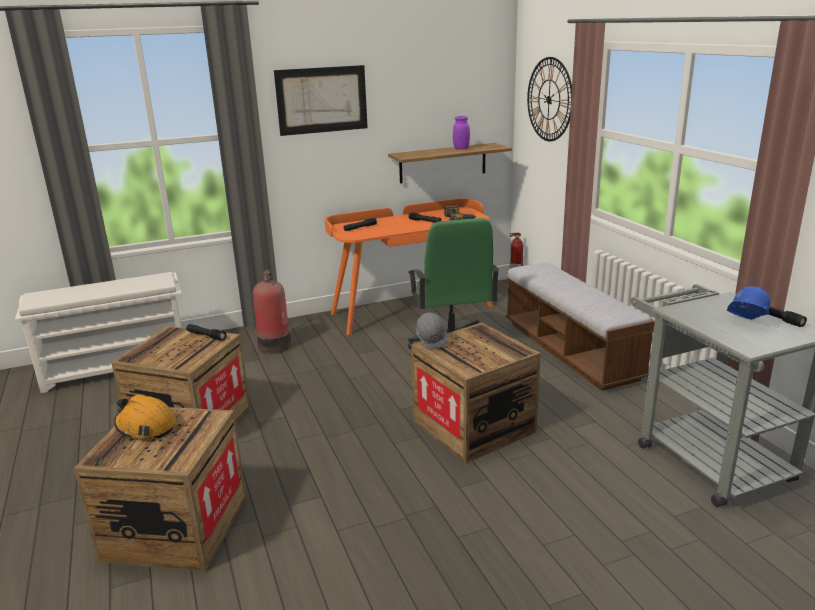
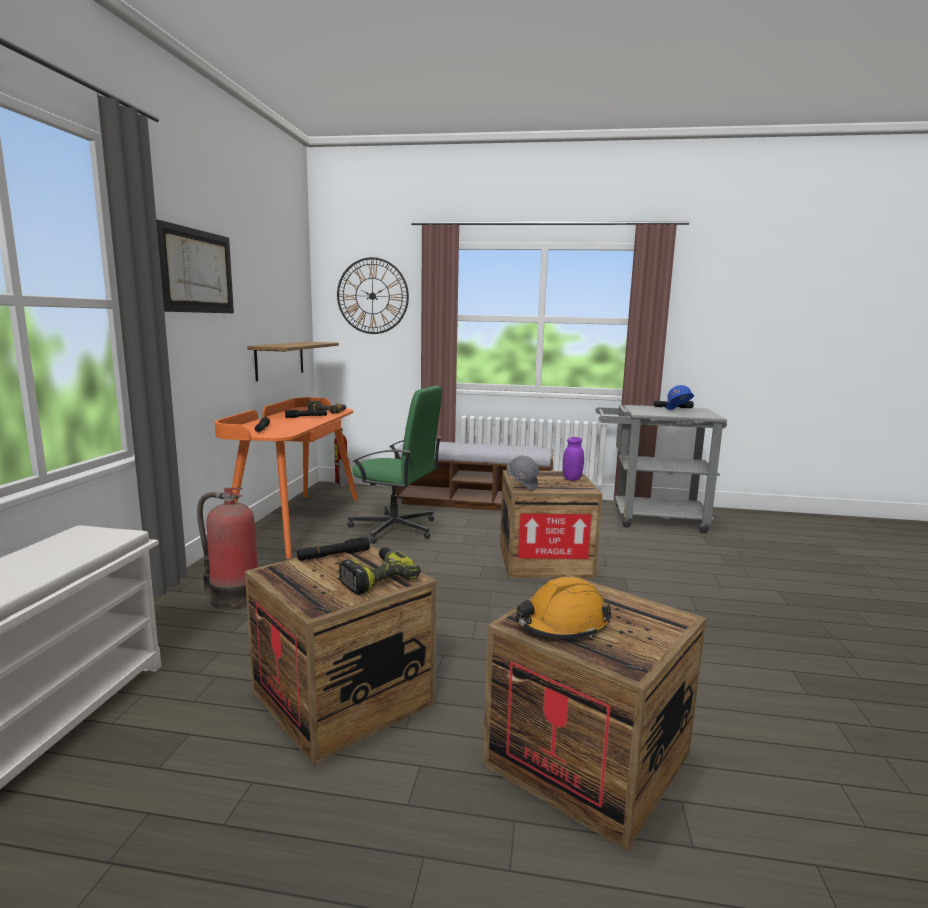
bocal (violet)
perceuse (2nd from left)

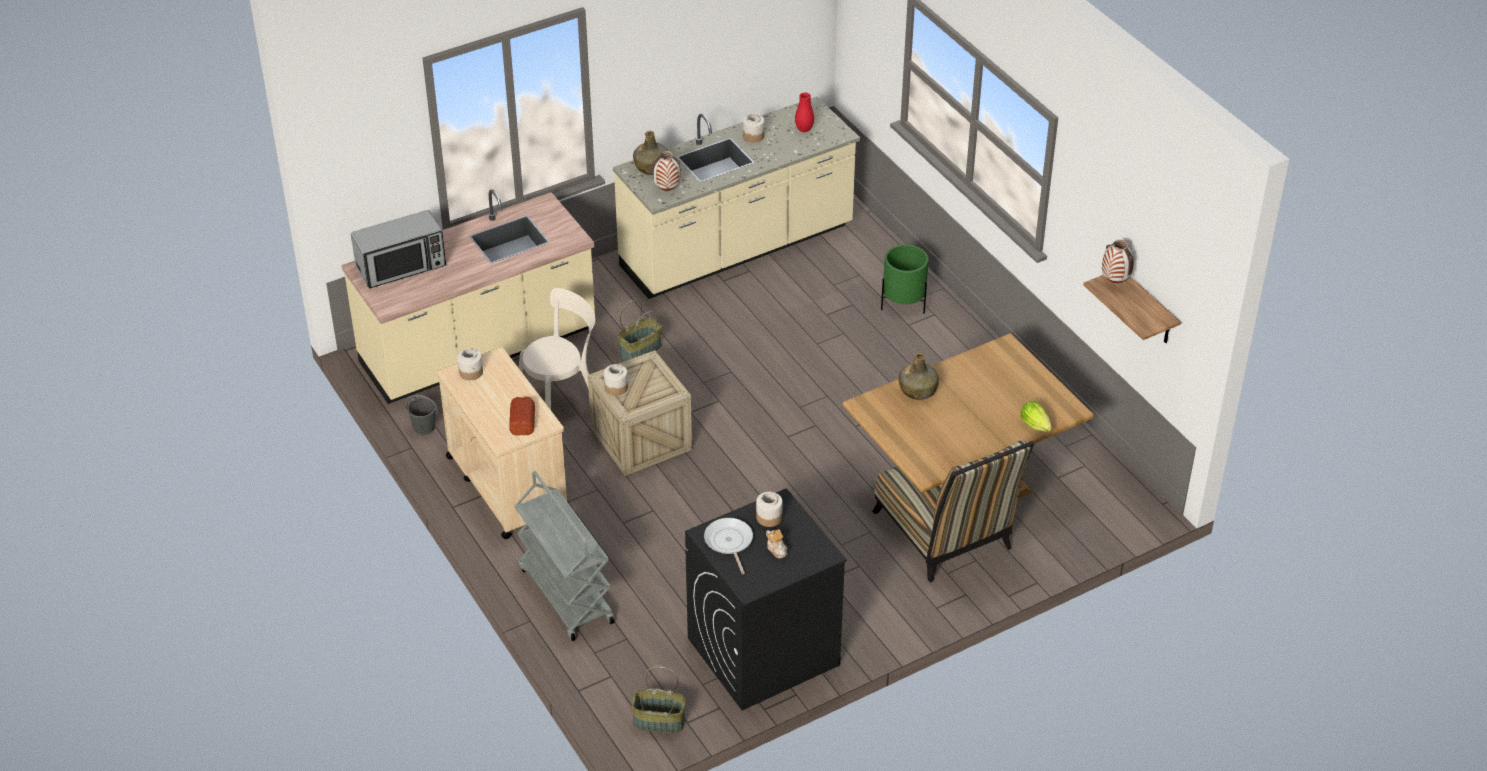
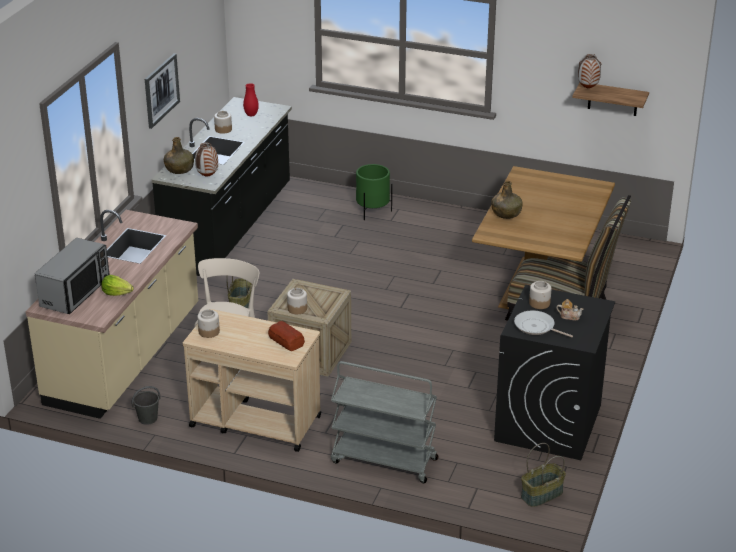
comptoir de cuisine (noir)
laitue
tableau

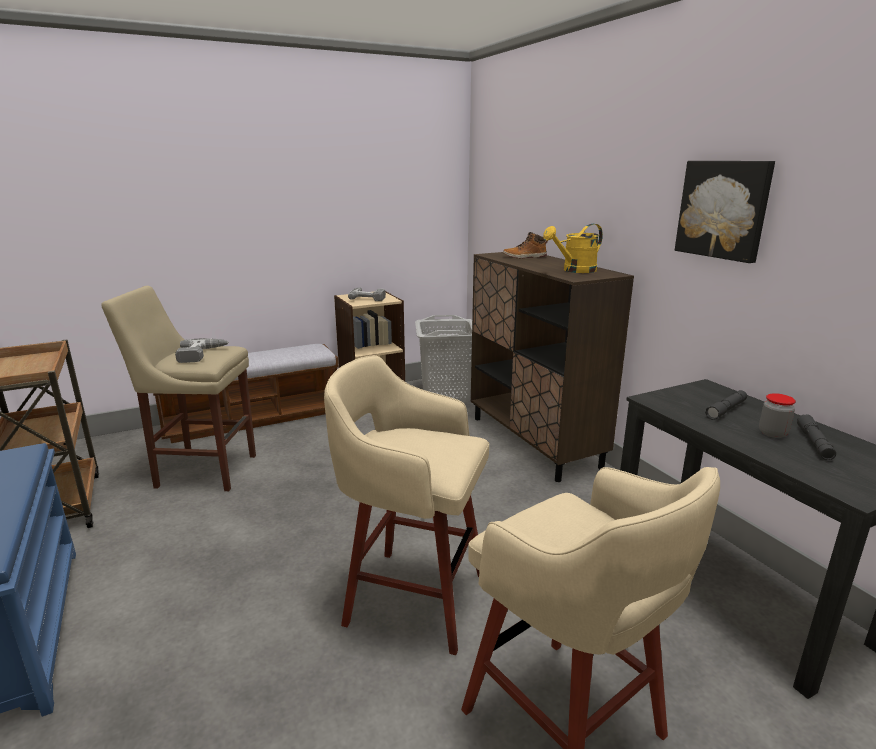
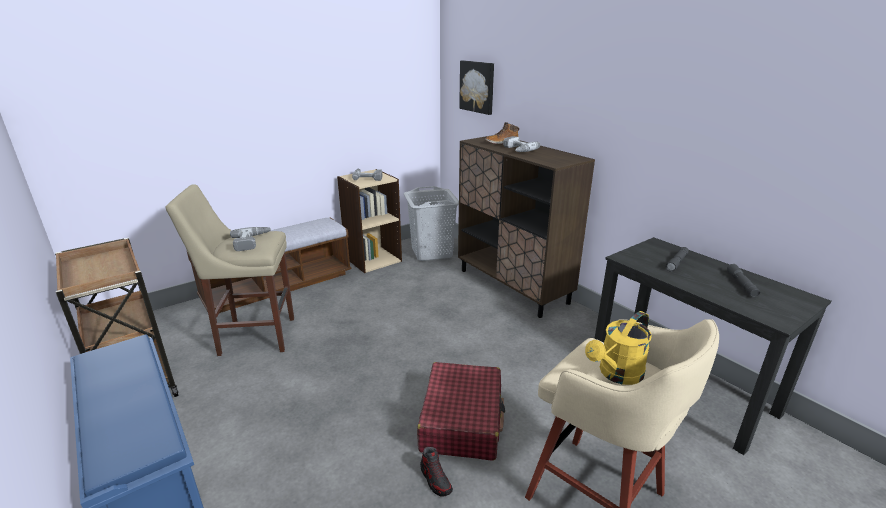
tableau
arrosoir (jaune)
valise (rouge)
bocal
perceuse (3rd from left)
chaussure

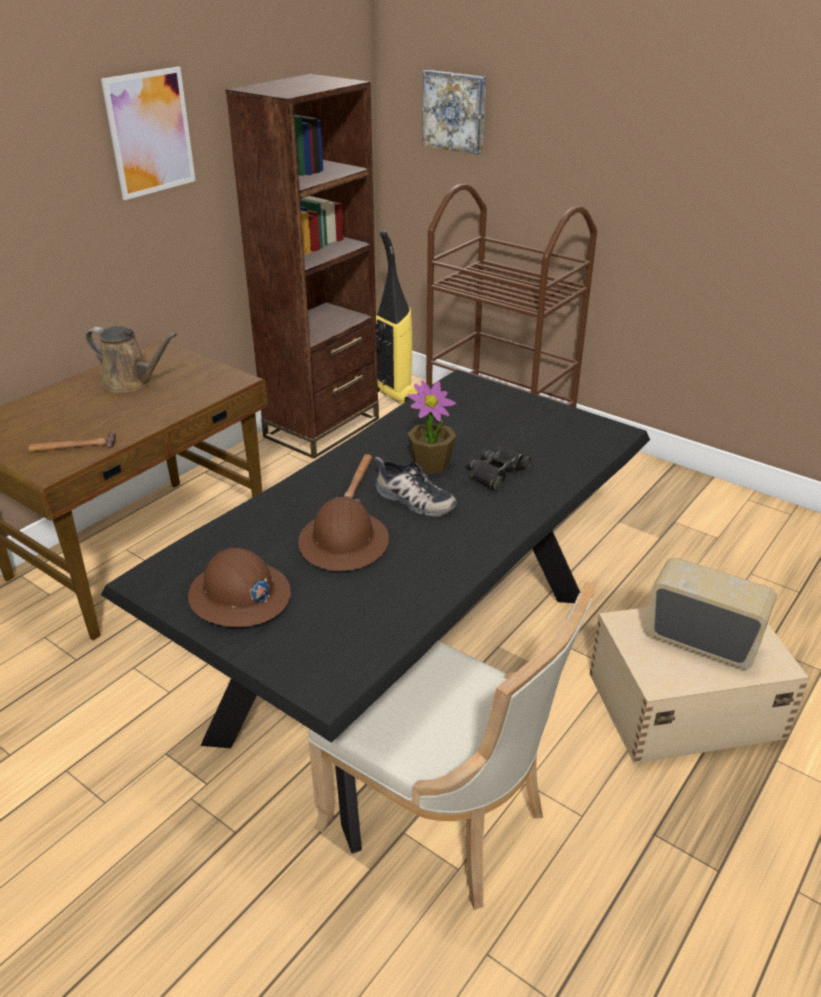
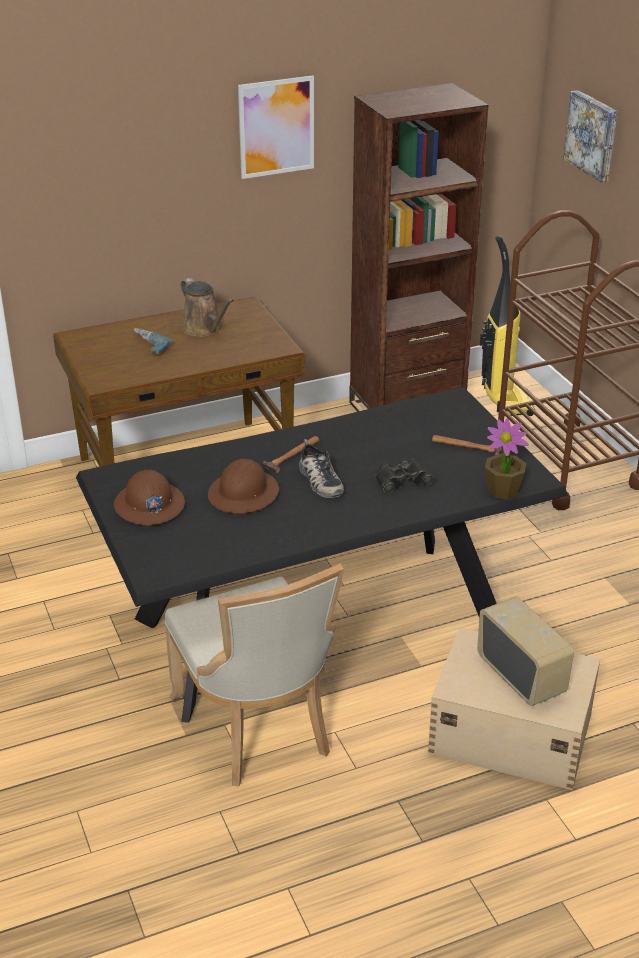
plante en pot
marteau (2nd from left)
perceuse

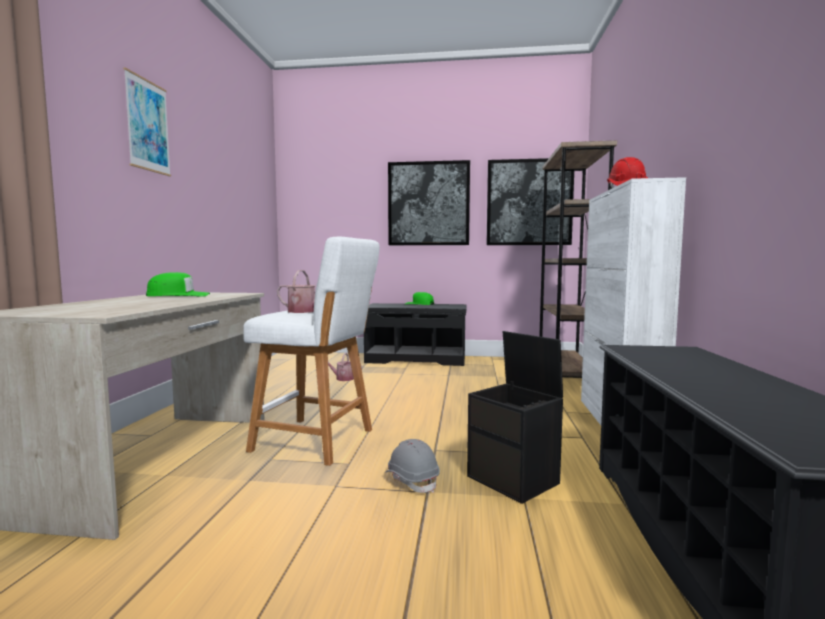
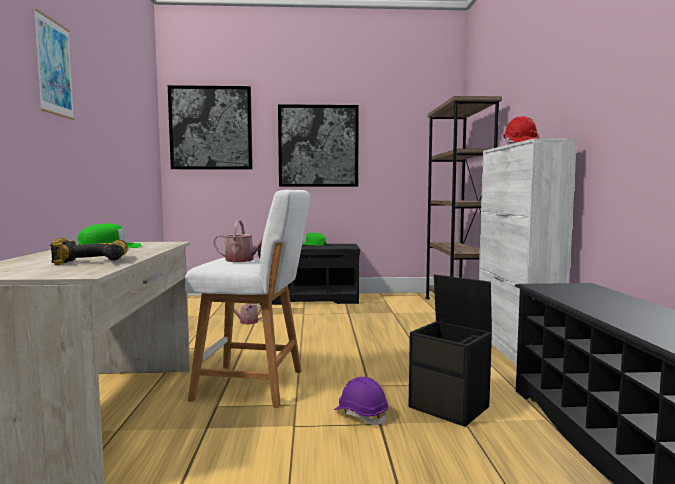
tableau (2nd from left)
casque de chantier (violet)
perceuse

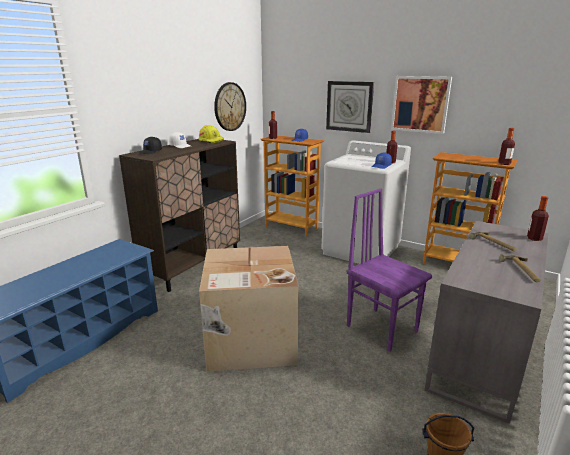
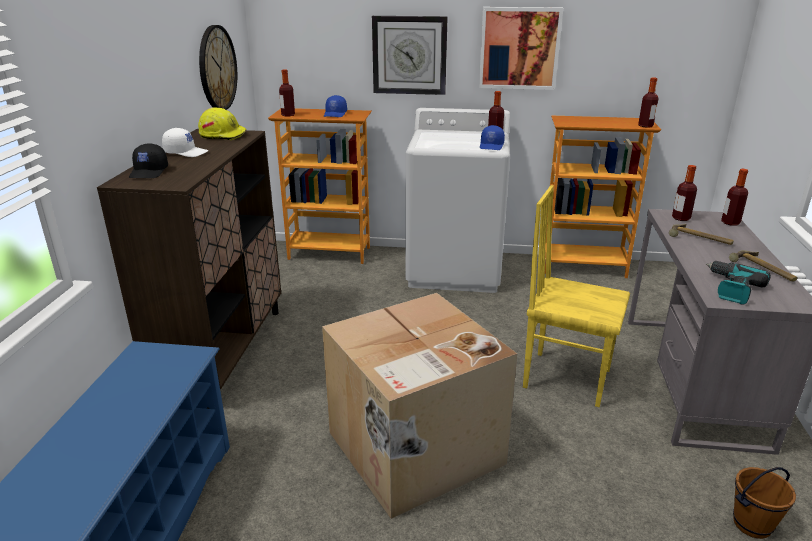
chaise (jaune)
bouteille (4th from left)
perceuse

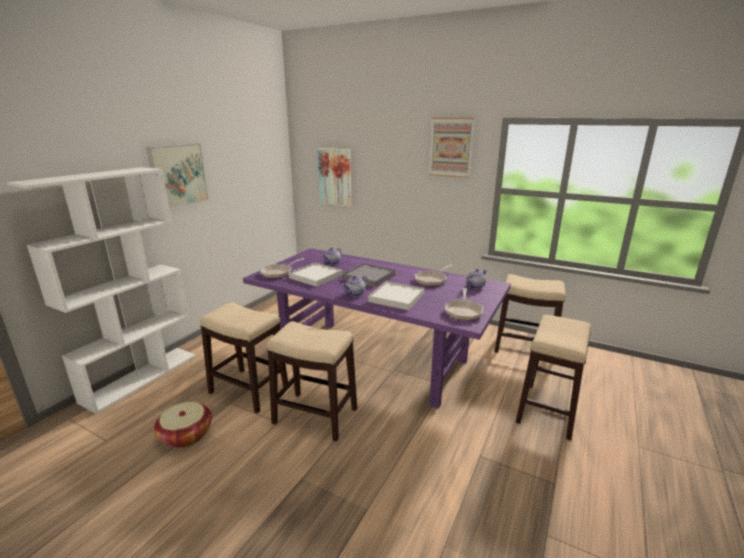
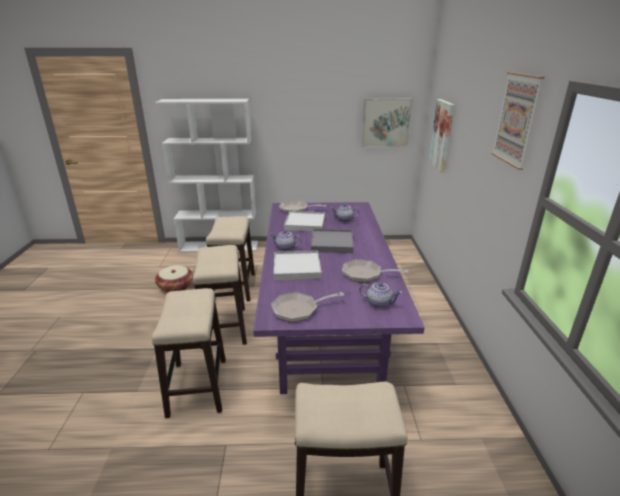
tableau (1st from left)
tabouret (1st from left)

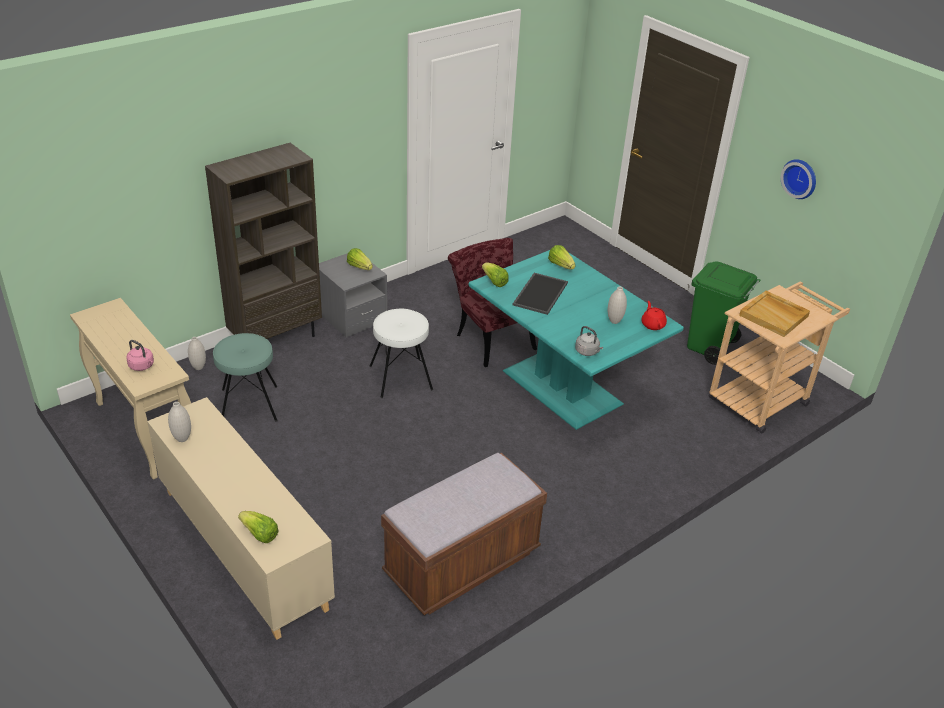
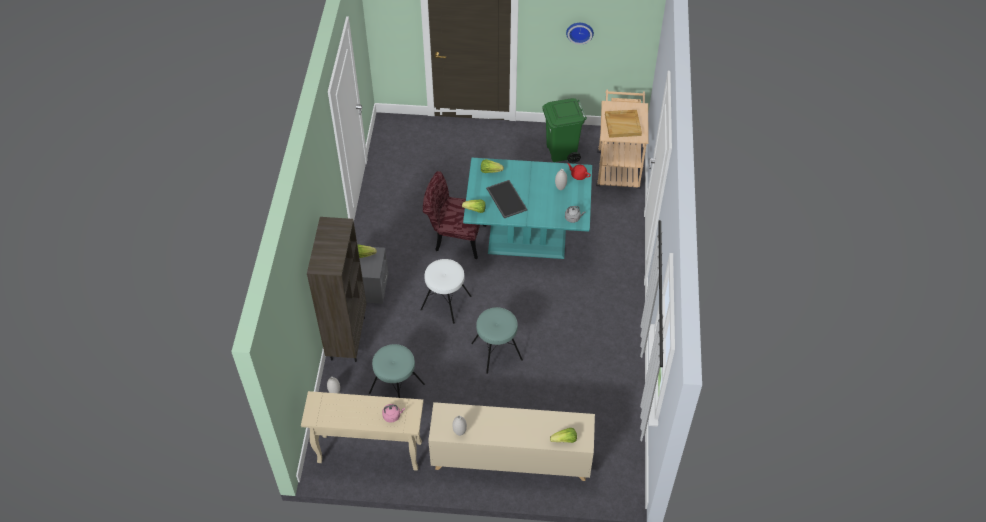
banc (marron)
tabouret (turquoise) (2nd from left)

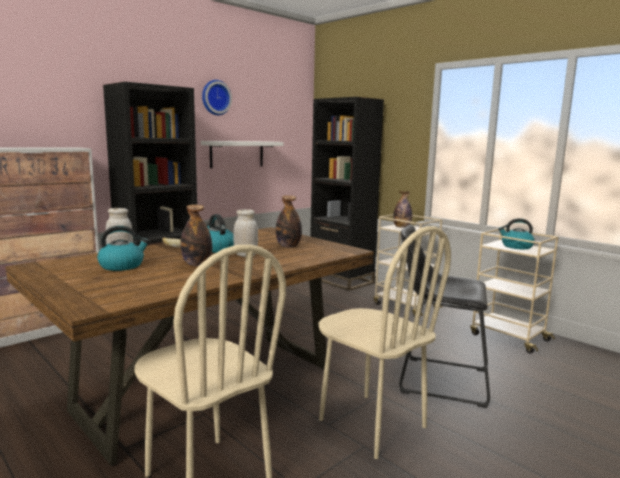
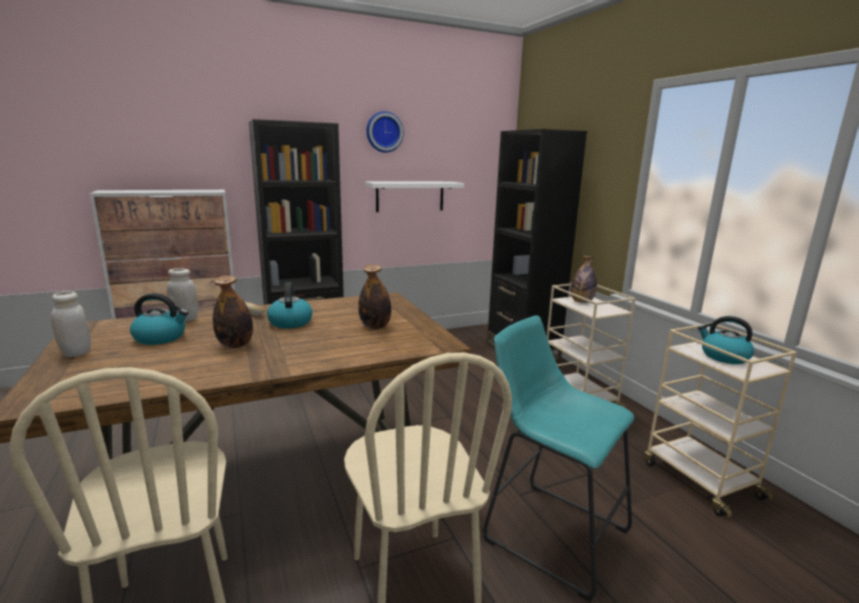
bocal (blanc) (1st from left)
tabouret (turquoise)

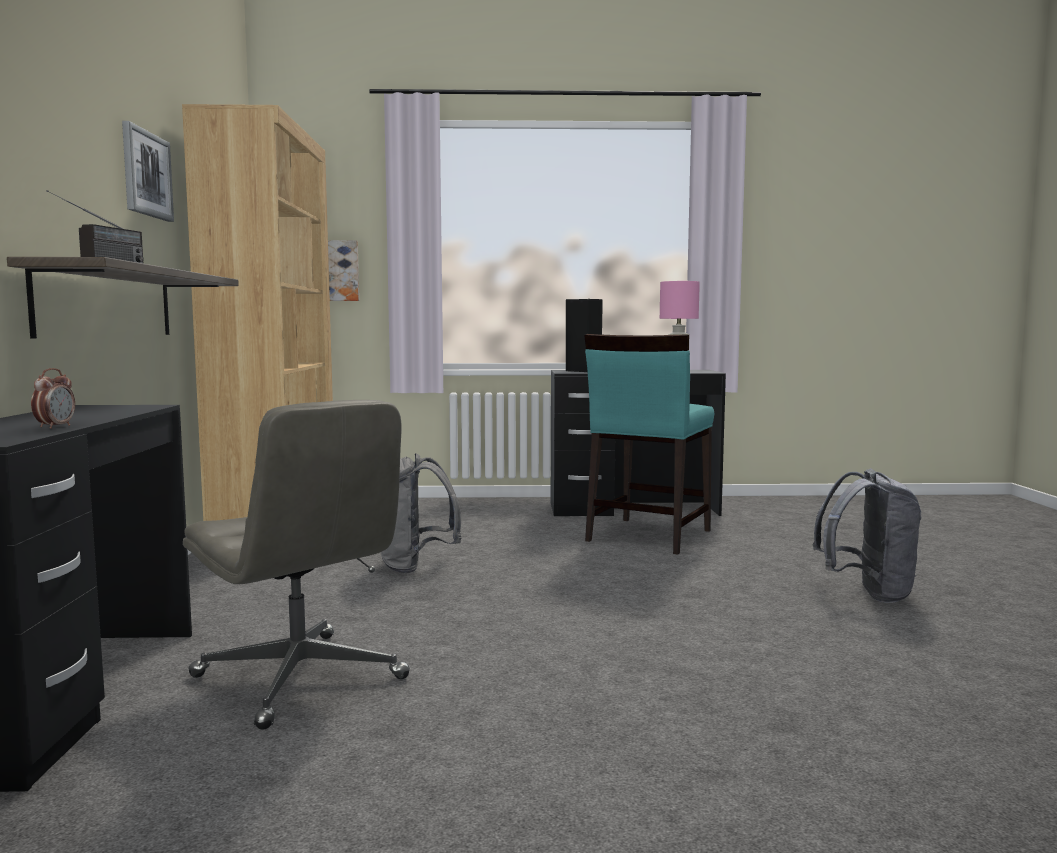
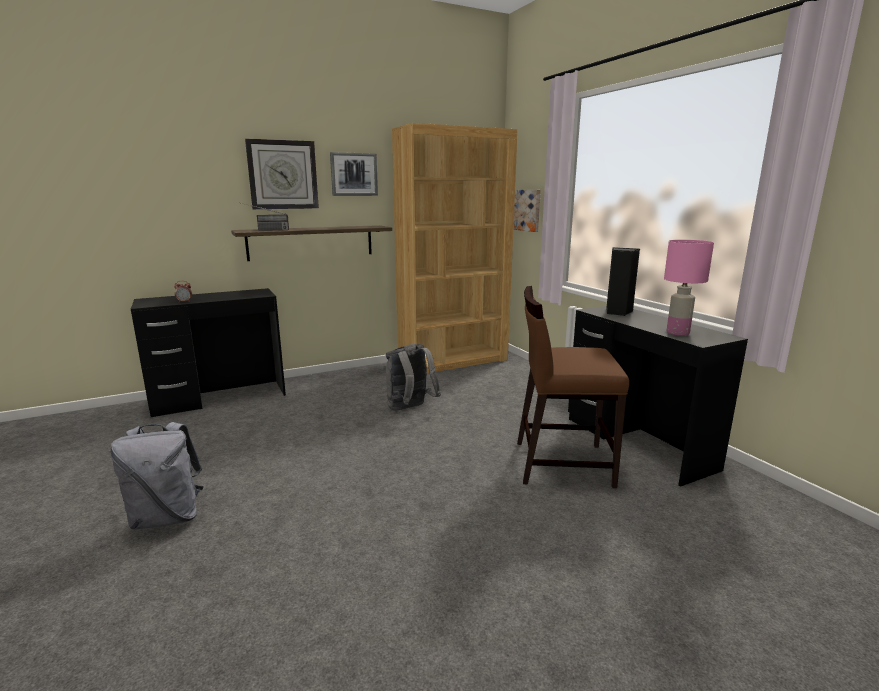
chaise (marron)
chaise de bureau (gris)
sac à dos (gris) (1st from left)
horloge murale

